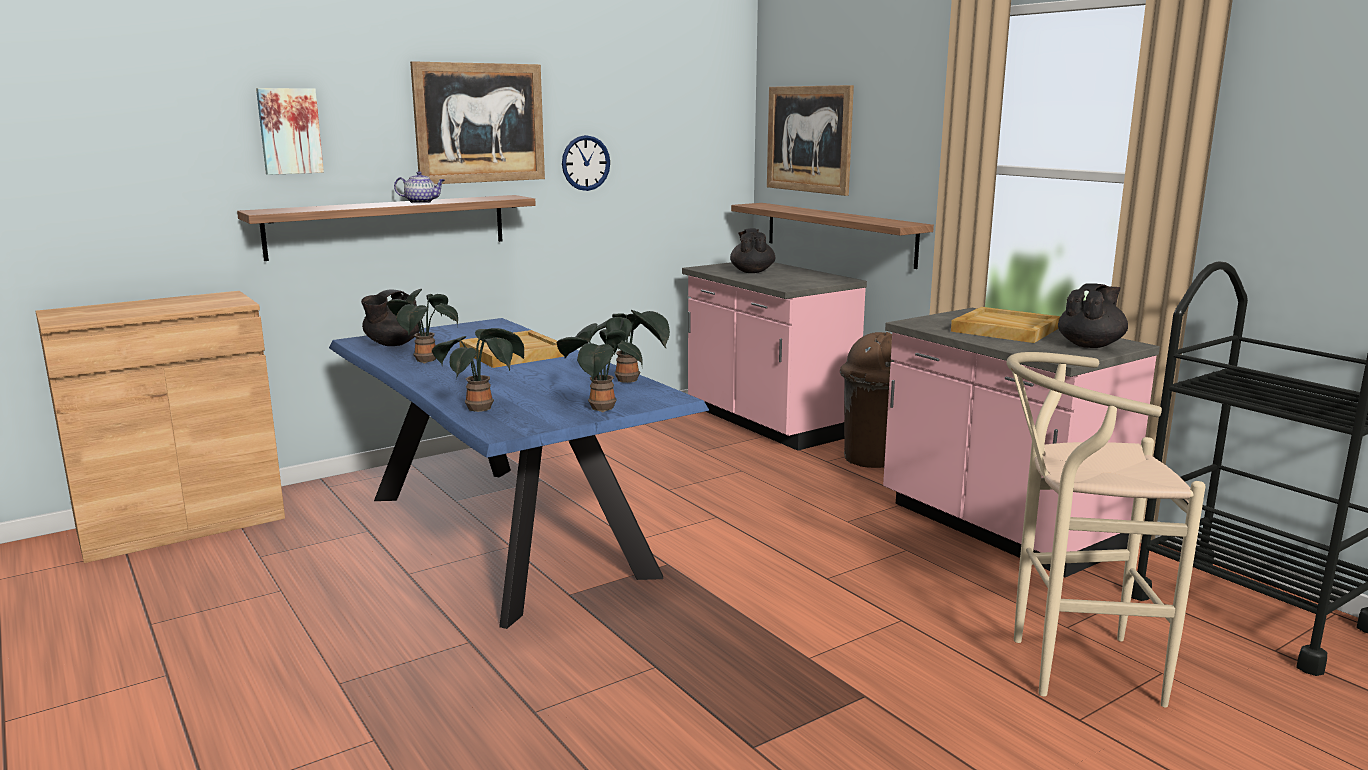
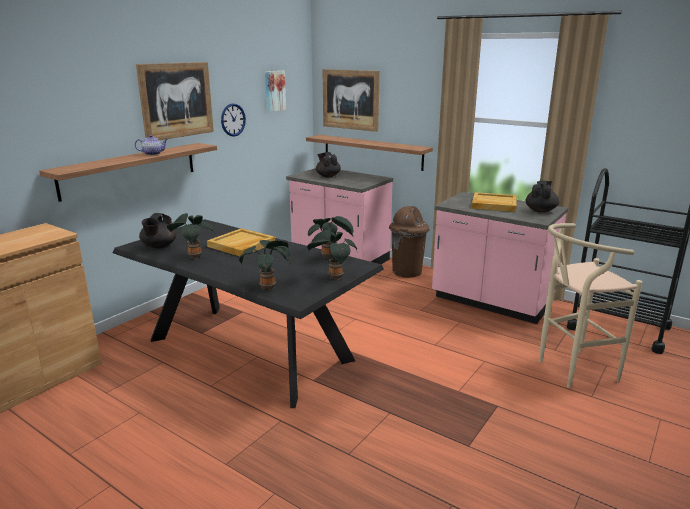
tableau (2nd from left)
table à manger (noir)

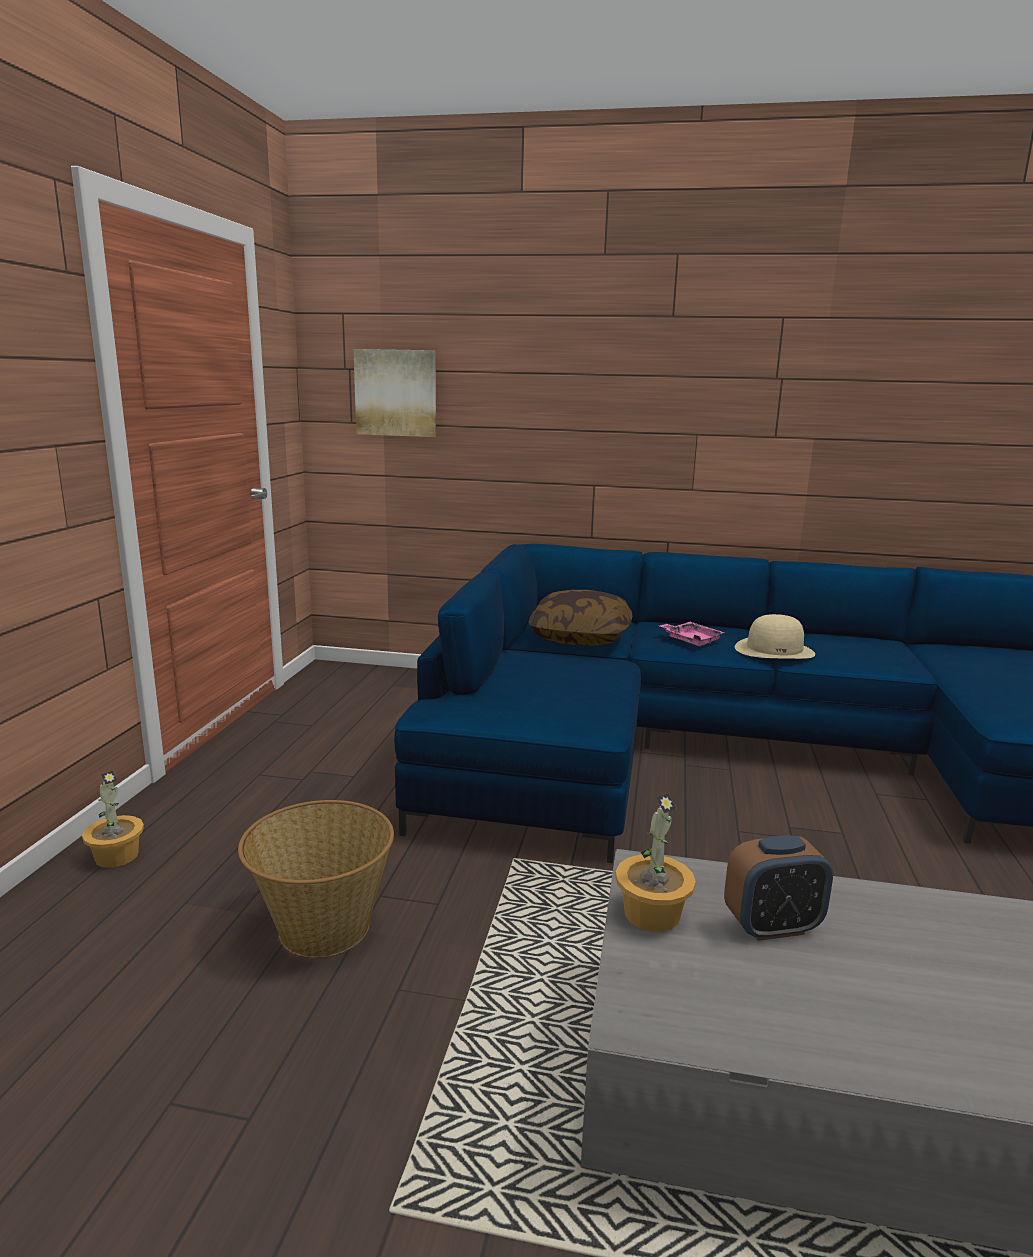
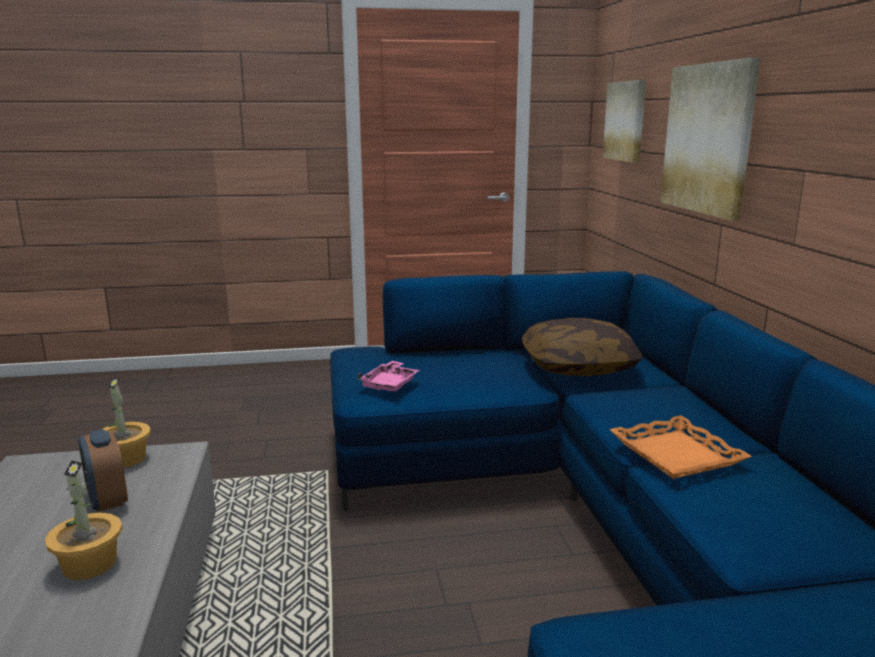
plateau (orange)
plateau (rose)
plante en pot (1st from left)
panier
tableau (2nd from left)

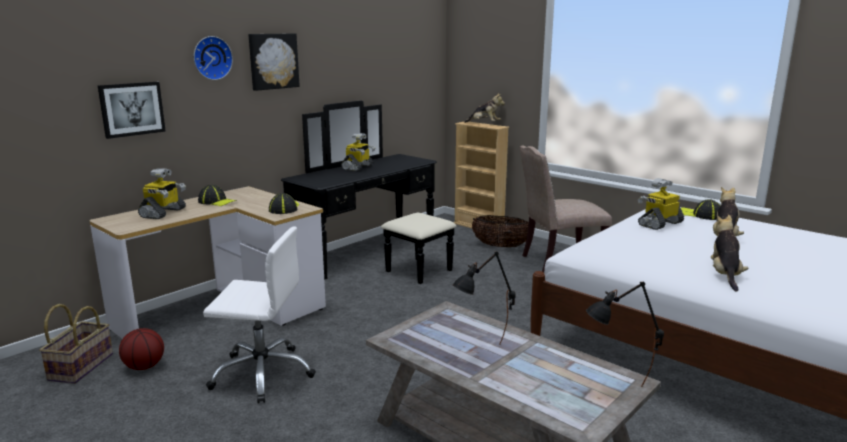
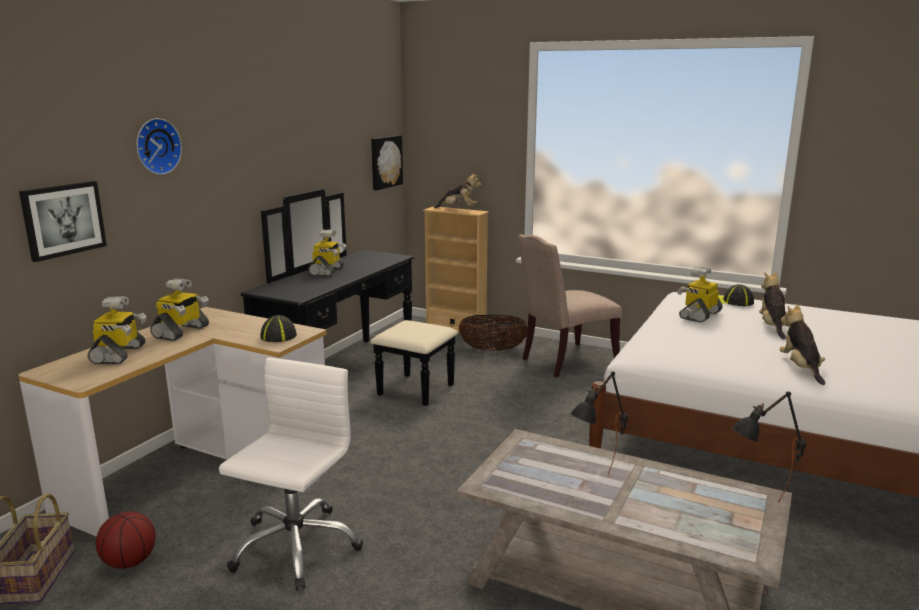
tableau (2nd from left)
robot jouet (2nd from left)
chaise de bureau (blanc)

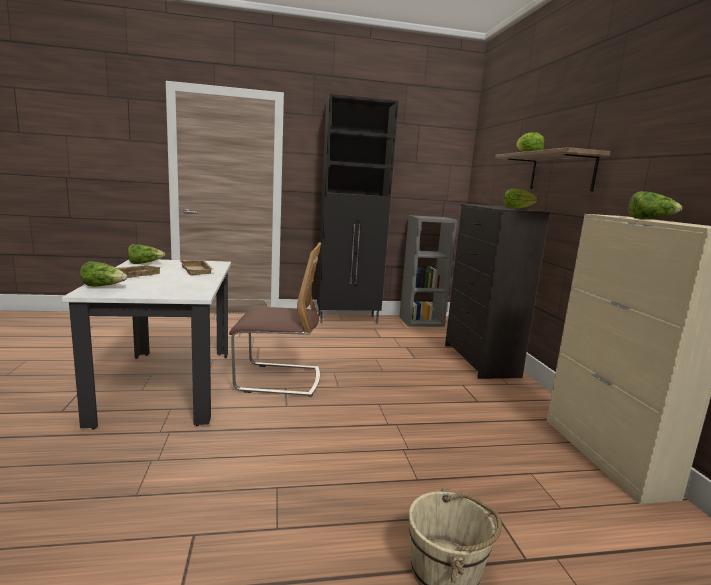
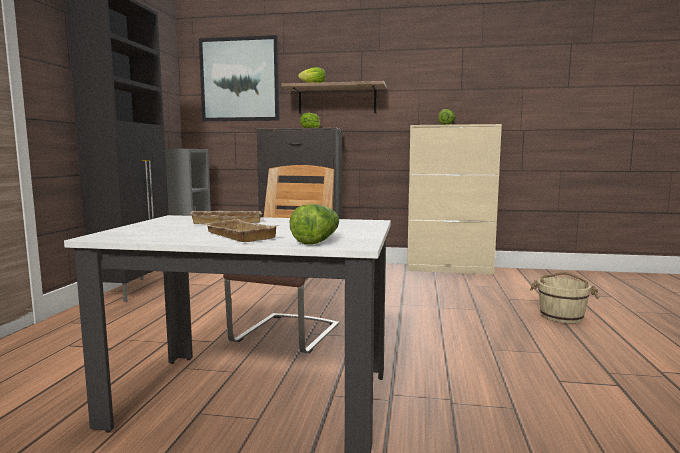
laitue (2nd from left in the first image)
tableau

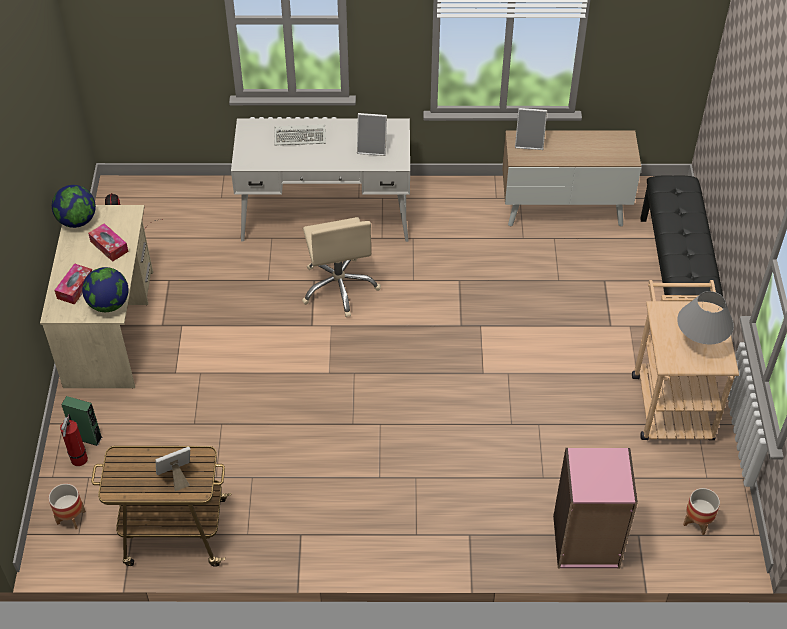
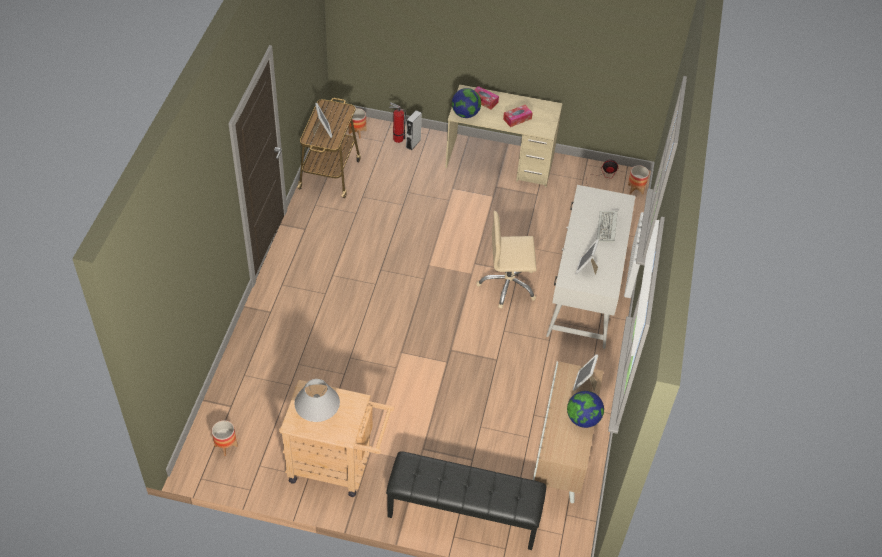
globe (2nd from left)
enceinte (gris)
bibliothèque (rose)
cache-pot (3rd from left)

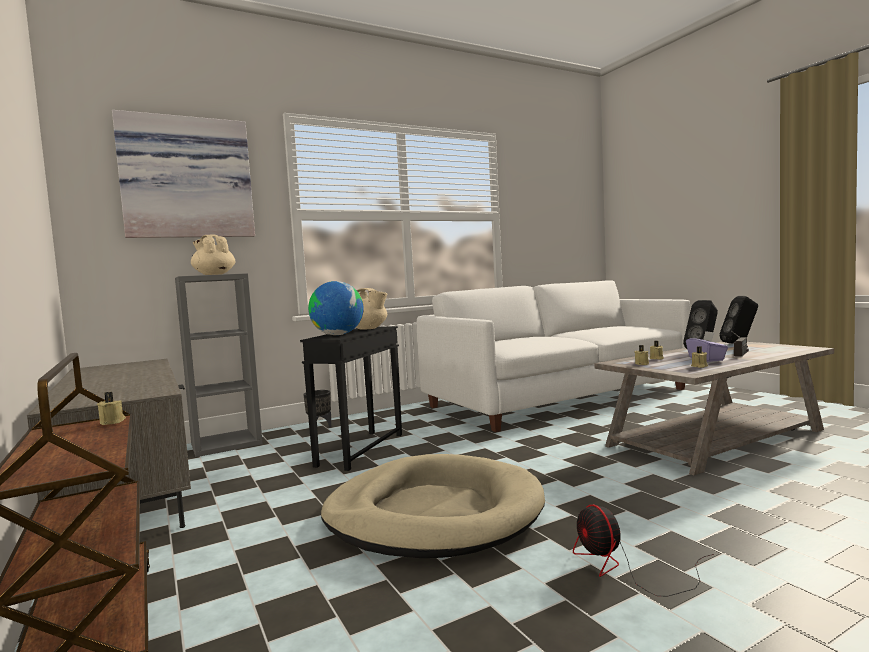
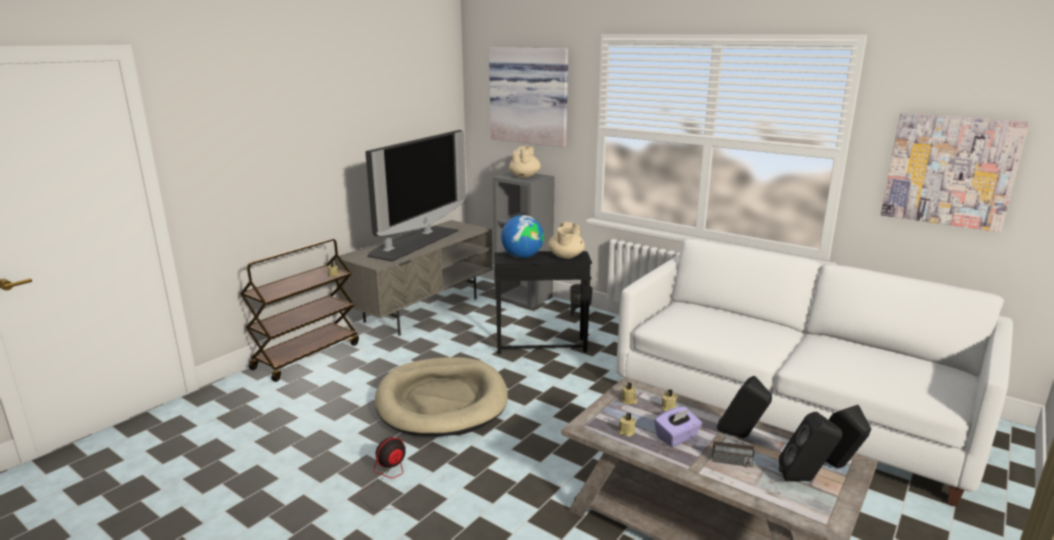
tableau (2nd from left)
téléviseur
enceinte (noir) (2nd from left)

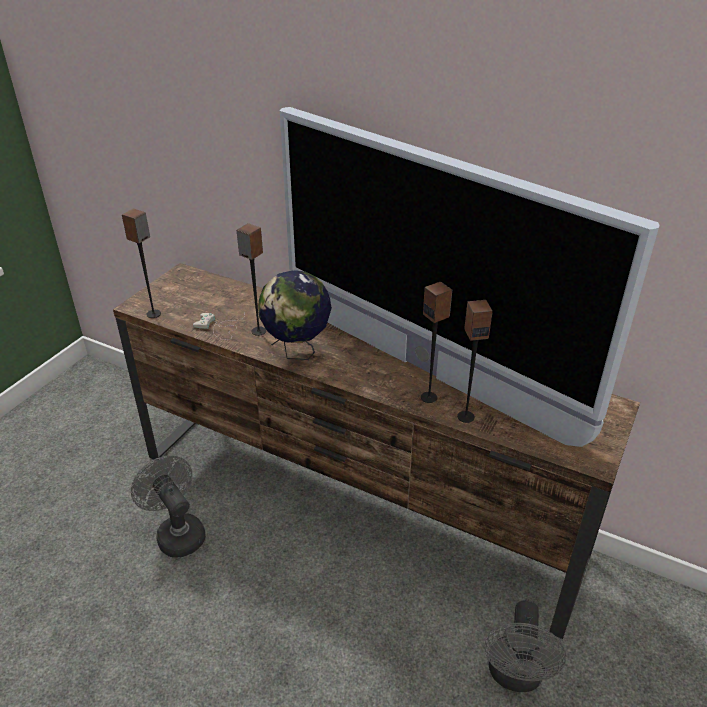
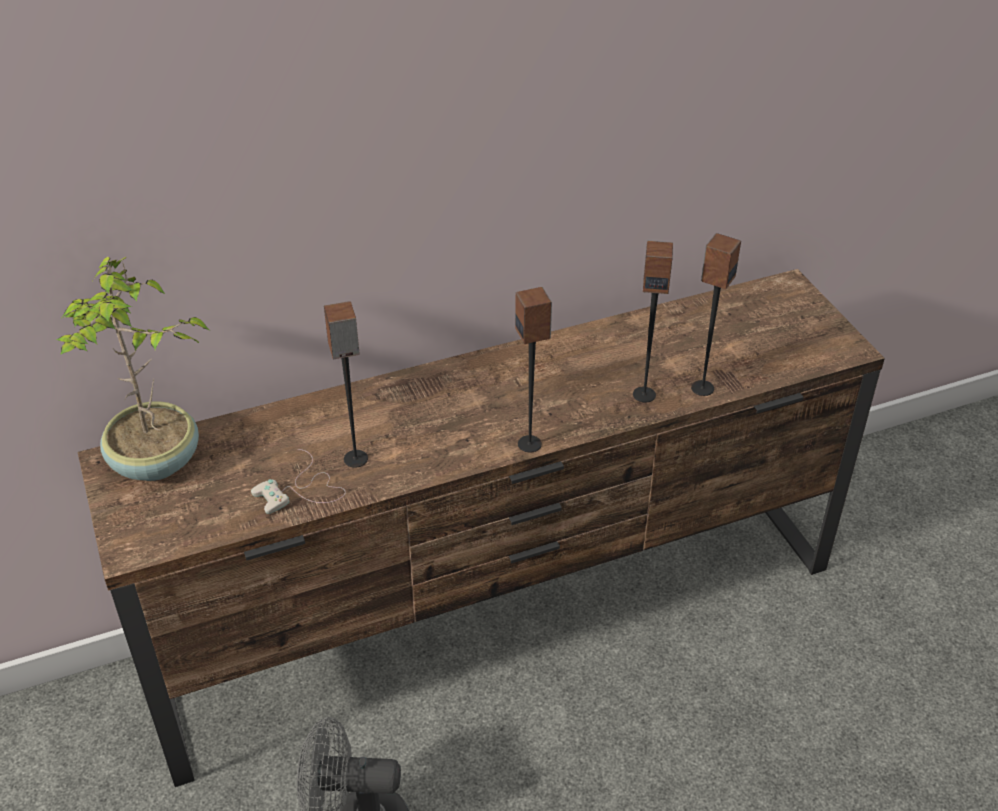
téléviseur
enceinte (2nd from left)
globe
ventilateur (gris) (2nd from left in the first image)
plante en pot

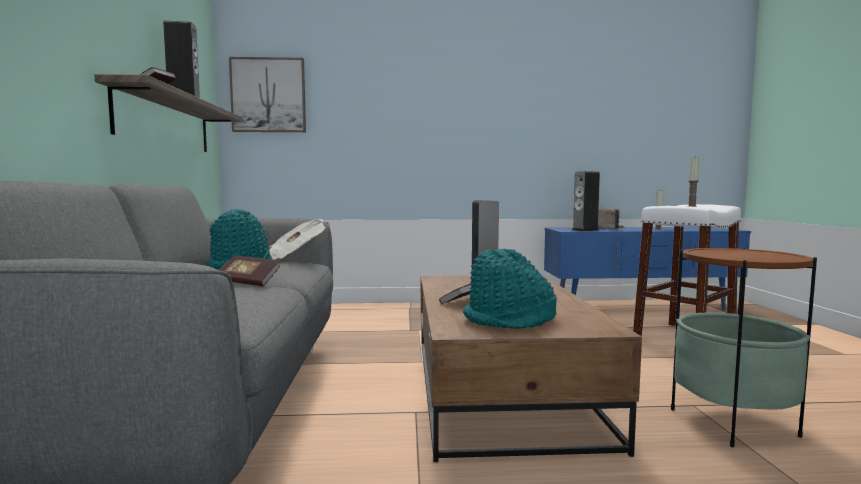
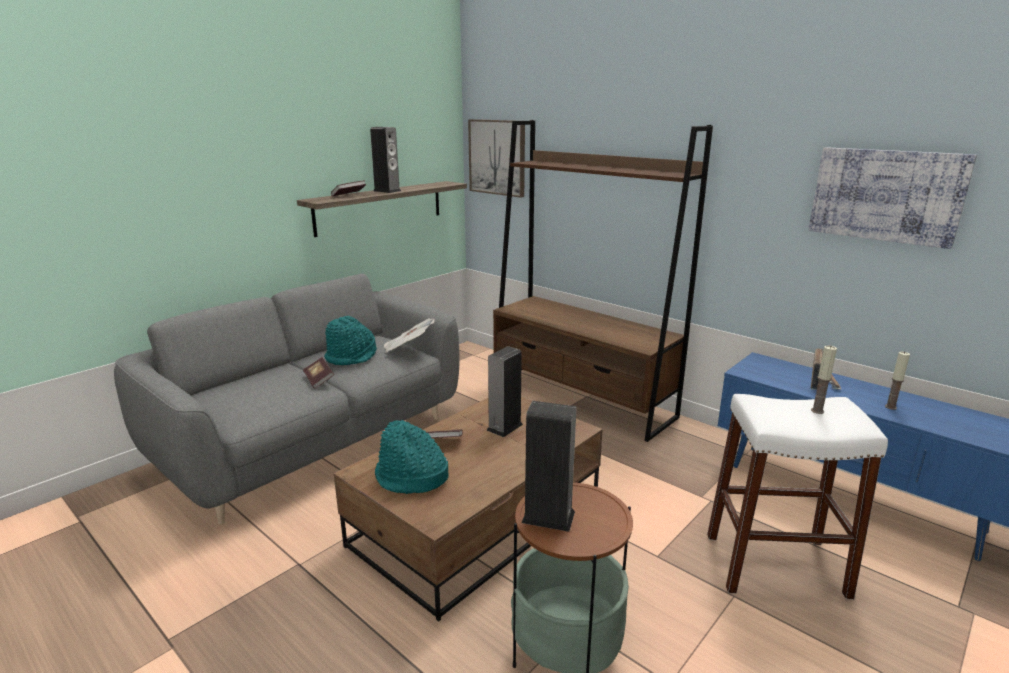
enceinte (3rd from left)
bibliothèque (marron)
tableau (2nd from left)

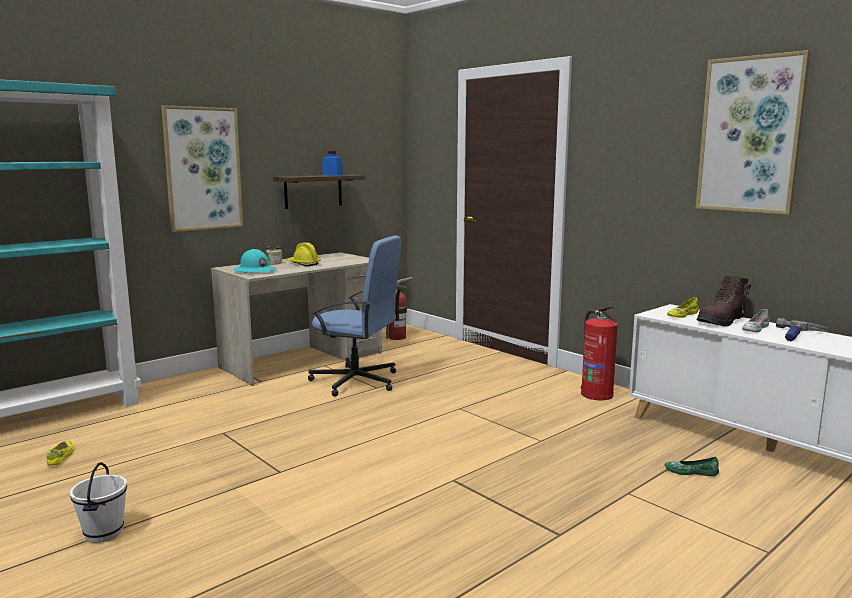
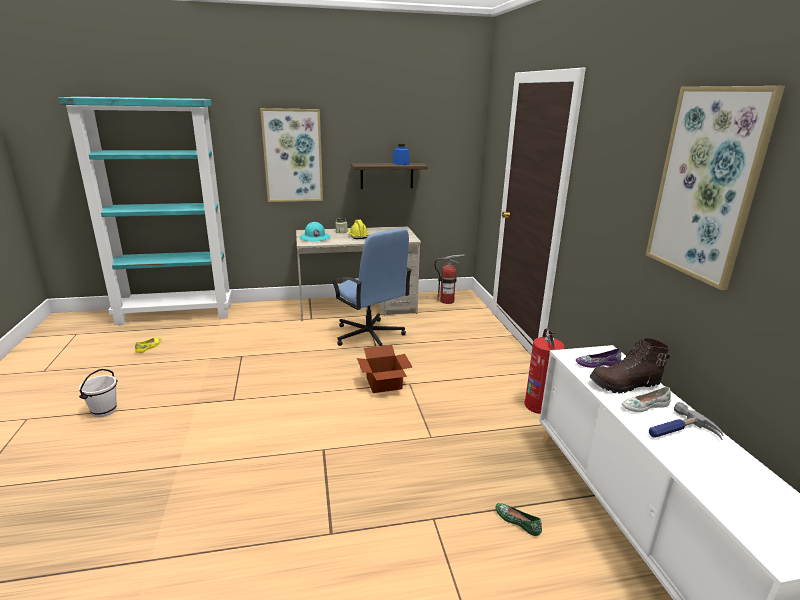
chaussure (violet)
carton

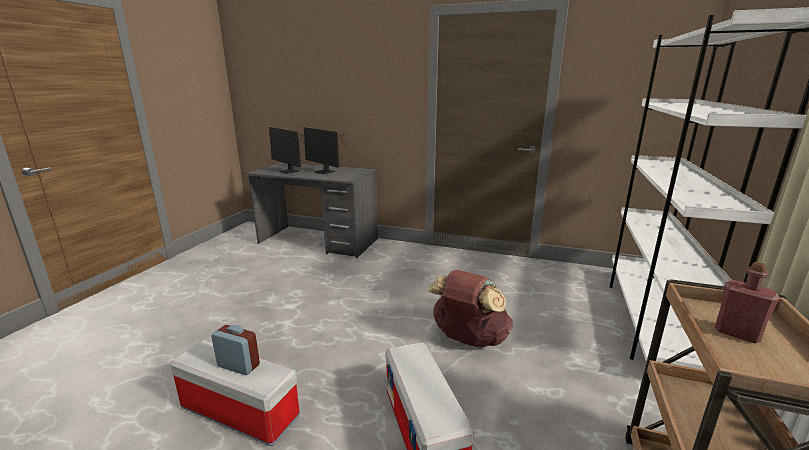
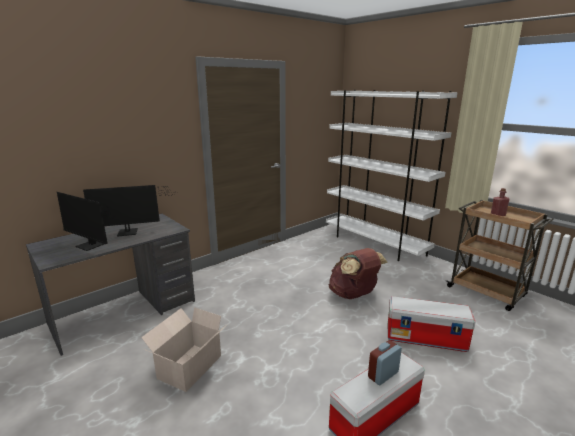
écran d'ordinateur (1st from left)
carton

